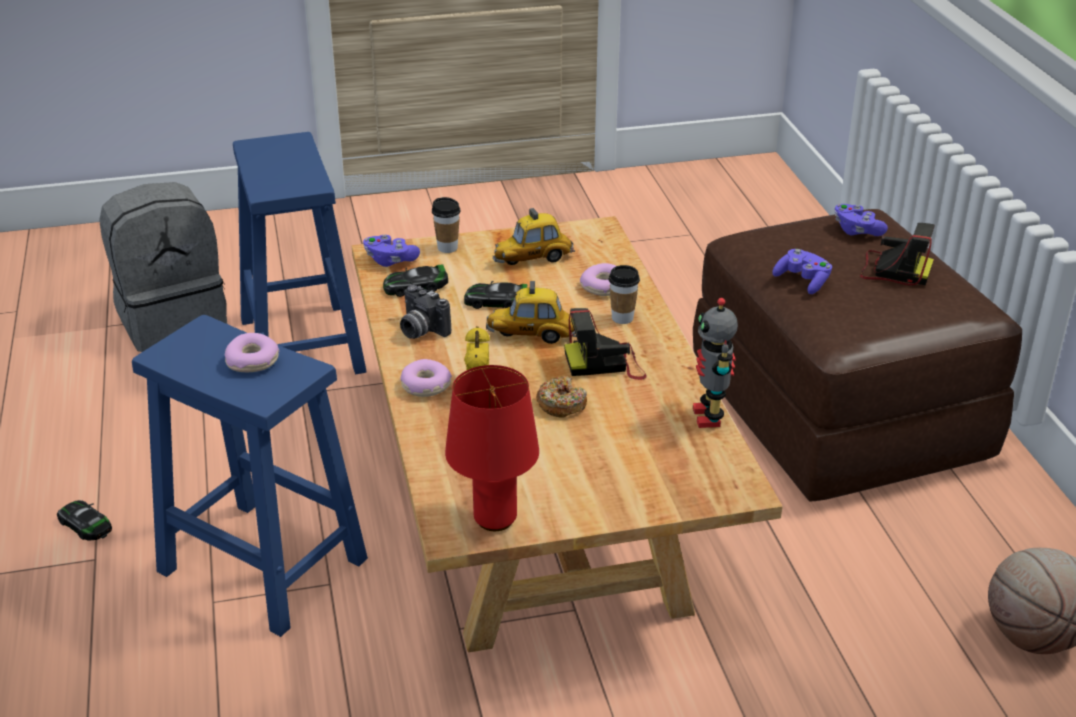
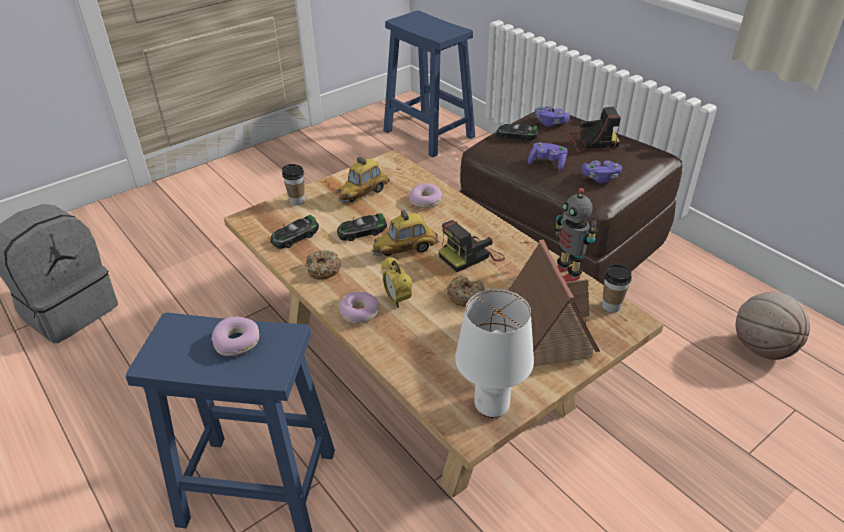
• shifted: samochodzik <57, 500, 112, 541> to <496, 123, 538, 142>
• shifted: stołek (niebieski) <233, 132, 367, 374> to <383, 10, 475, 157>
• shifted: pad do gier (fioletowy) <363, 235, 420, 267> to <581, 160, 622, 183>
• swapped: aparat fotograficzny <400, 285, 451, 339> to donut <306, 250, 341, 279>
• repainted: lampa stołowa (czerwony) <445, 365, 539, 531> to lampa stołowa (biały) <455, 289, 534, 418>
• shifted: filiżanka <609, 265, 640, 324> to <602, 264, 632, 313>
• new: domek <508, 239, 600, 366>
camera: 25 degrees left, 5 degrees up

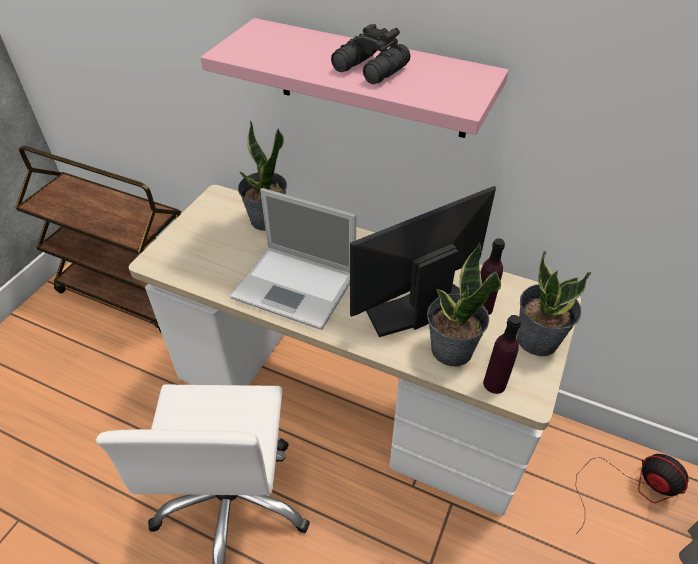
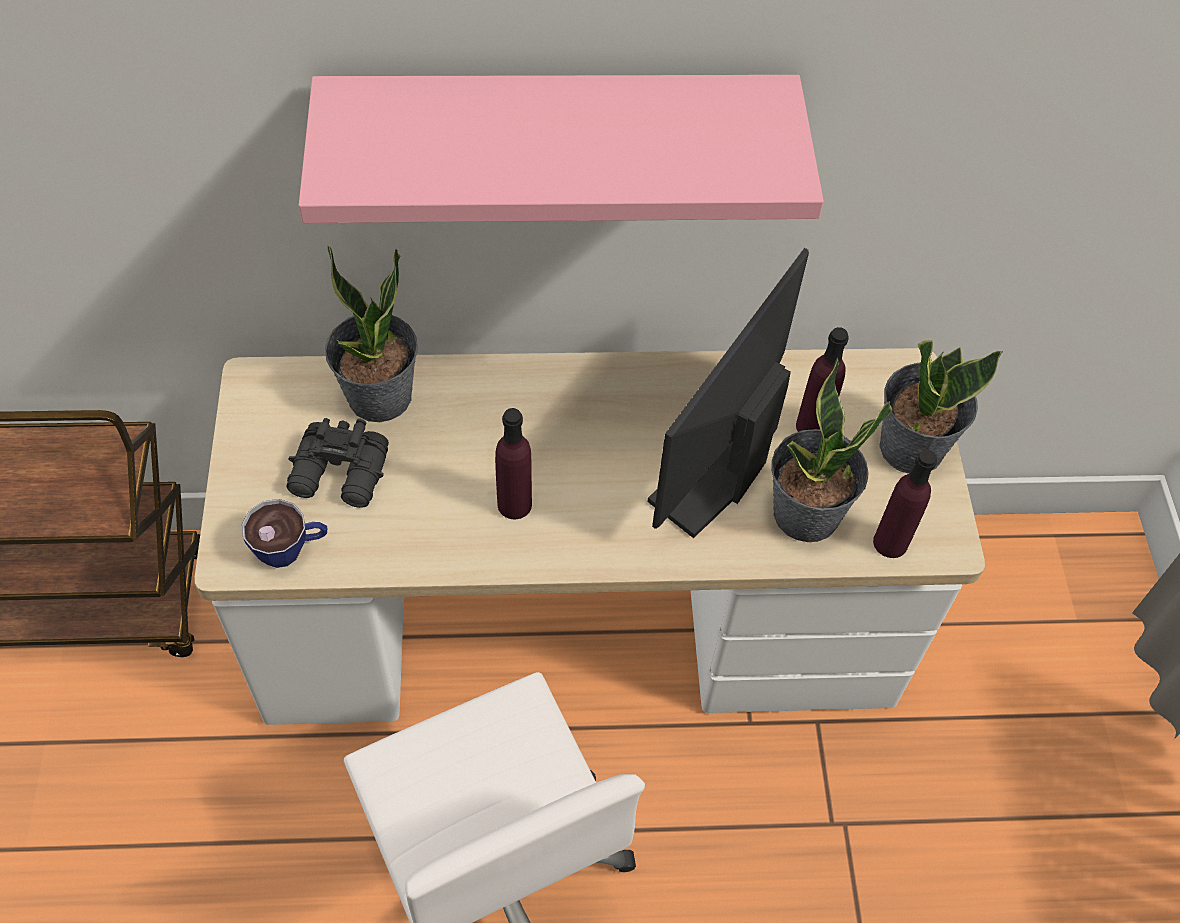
• swapped: laptop <230, 188, 356, 330> to butelka (fioletowy) <495, 408, 532, 519>
• shifted: lornetka (czarny) <331, 24, 410, 84> to <286, 418, 389, 508>
• gone: wentylator <576, 454, 688, 534>
• new: filiżanka <242, 499, 327, 568>
camera: 30 degrees left, 10 degrees up

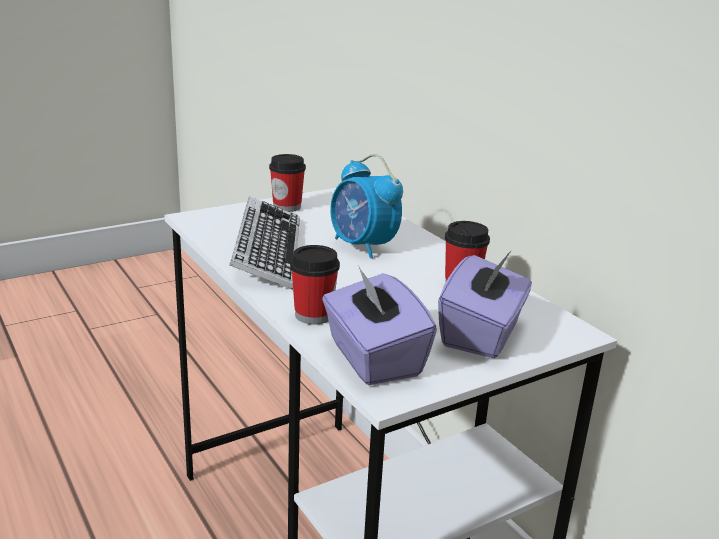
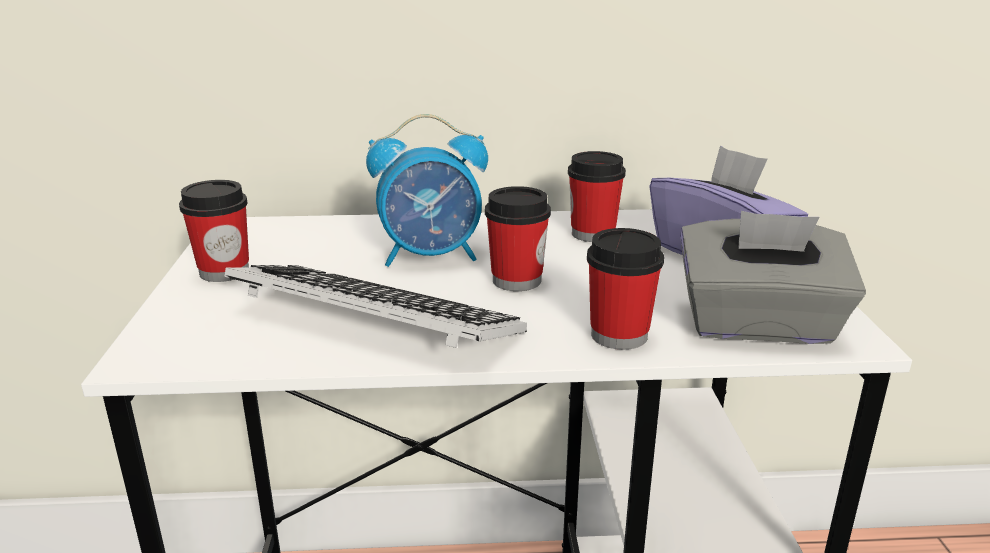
• repainted: pudełko chusteczek (fioletowy) <322, 265, 437, 385> to pudełko chusteczek (szary) <680, 211, 866, 344>
• new: filiżanka <485, 186, 551, 291>
camera: 60 degrees left, 0 degrees up

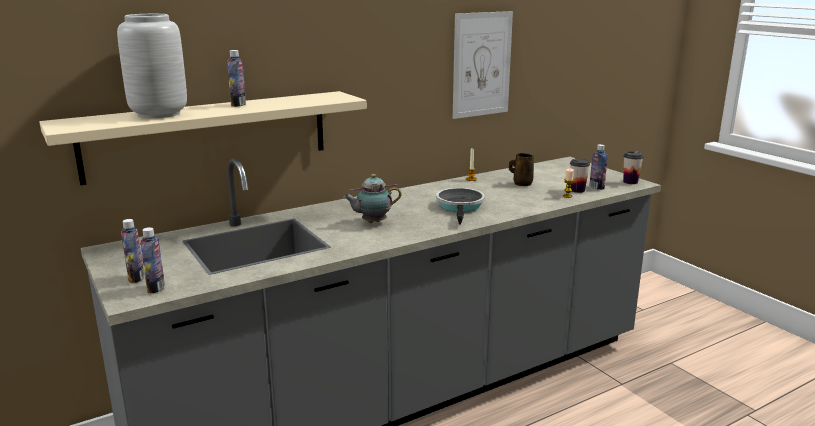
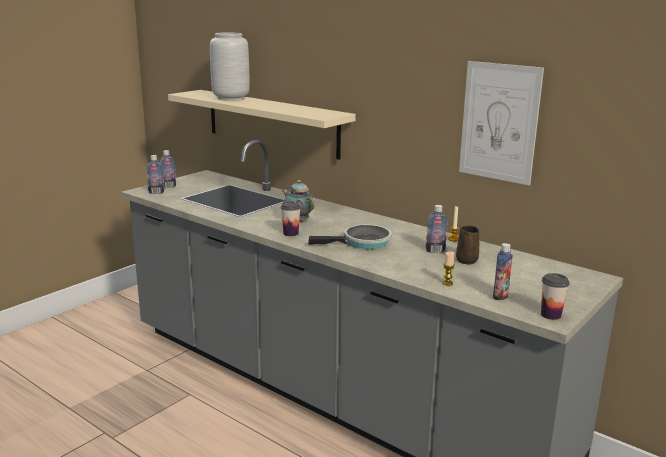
• shifted: butelka <227, 50, 246, 107> to <426, 205, 448, 253>
• shifted: filiżanka <570, 158, 590, 193> to <281, 201, 301, 236>
camera: 70 degrees right, 0 degrees up

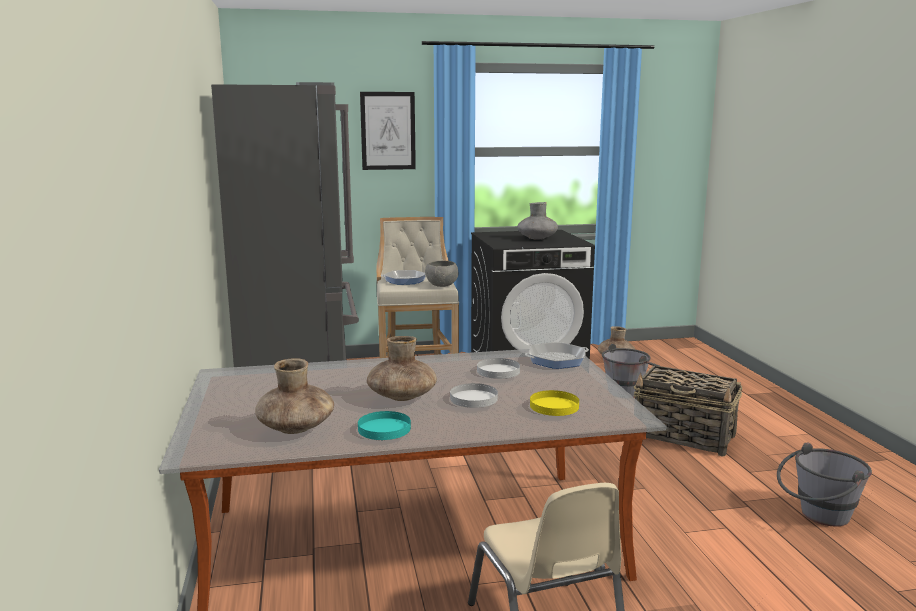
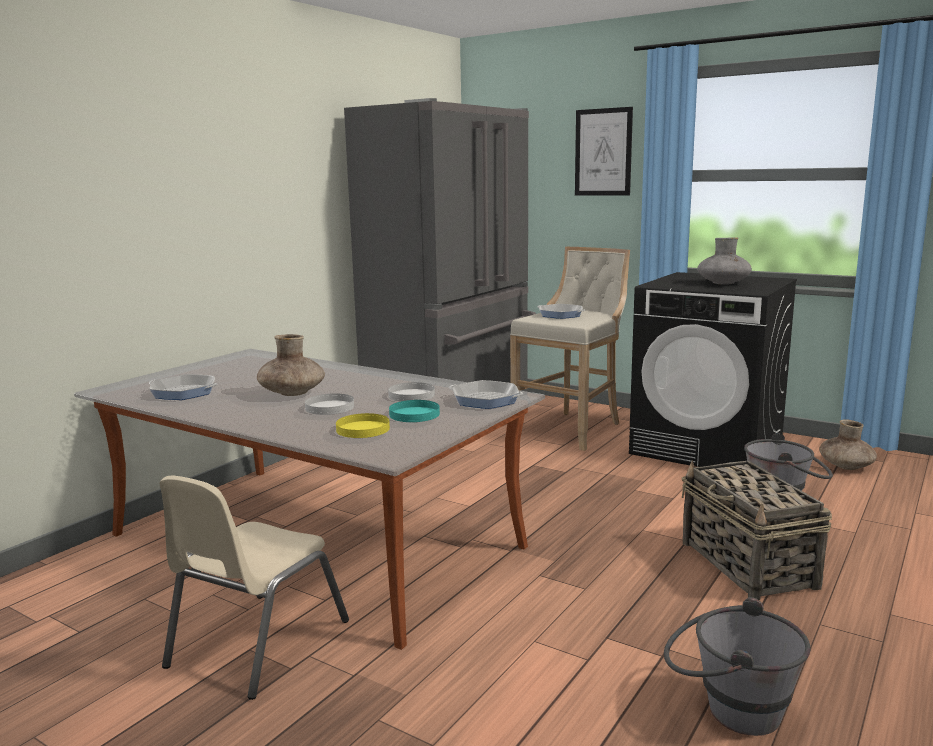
• swapped: wazon (brązowy) <255, 358, 334, 434> to patelnia <149, 374, 217, 400>
• shifted: talerz (turkusowy) <358, 411, 411, 440> to <389, 400, 440, 422>
• gone: miska (szary) <425, 261, 458, 287>
camera: 45 degrees right, 0 degrees up

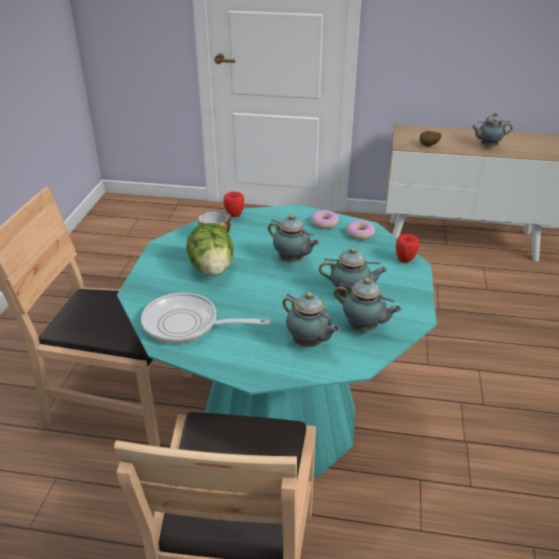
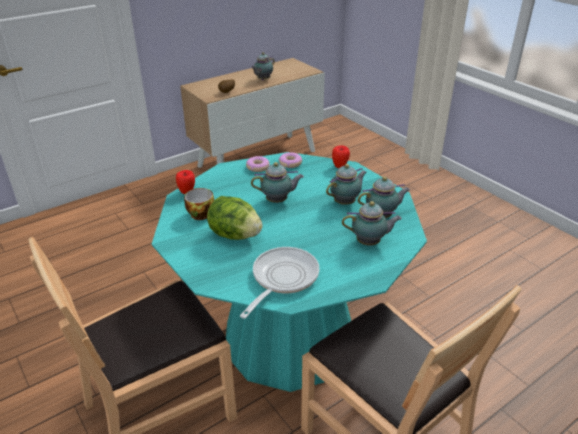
• rotated: patelnia <141, 293, 270, 343> = <240, 247, 319, 319> 150 degrees clockwise
camera: 45 degrees left, 0 degrees up

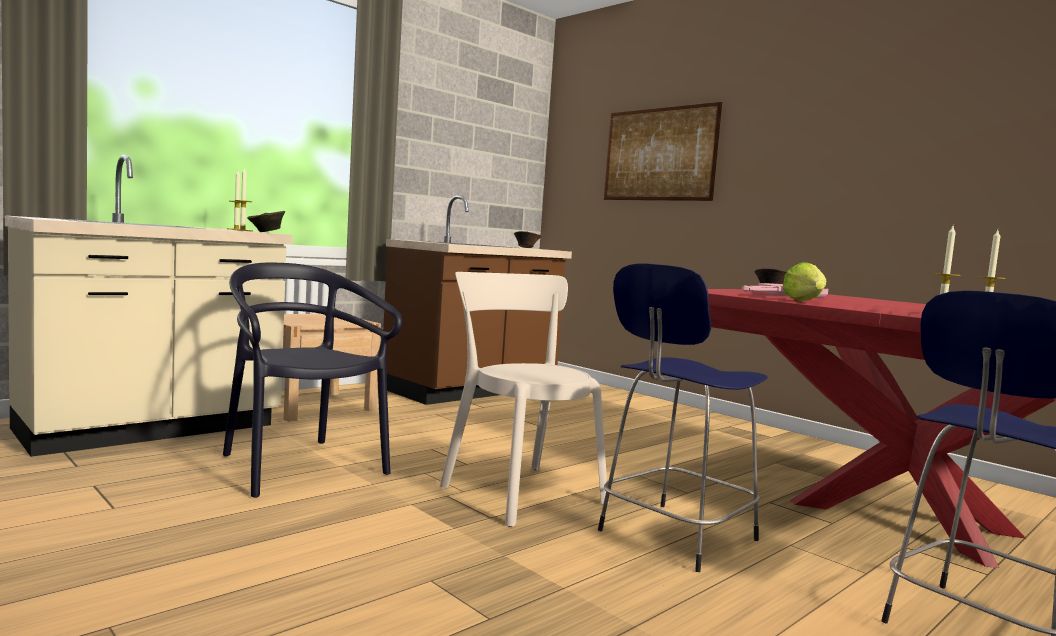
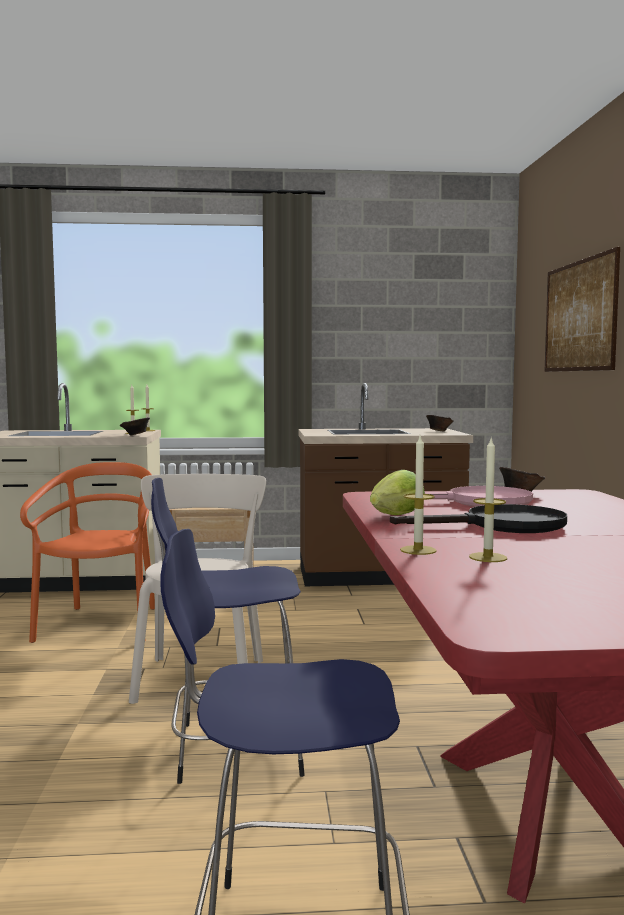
• repainted: krzesło (czarny) <223, 263, 402, 498> to krzesło (pomarańczowy) <20, 462, 155, 643>
• new: patelnia (czarny) <390, 504, 567, 533>
camera: 40 degrees right, 0 degrees up

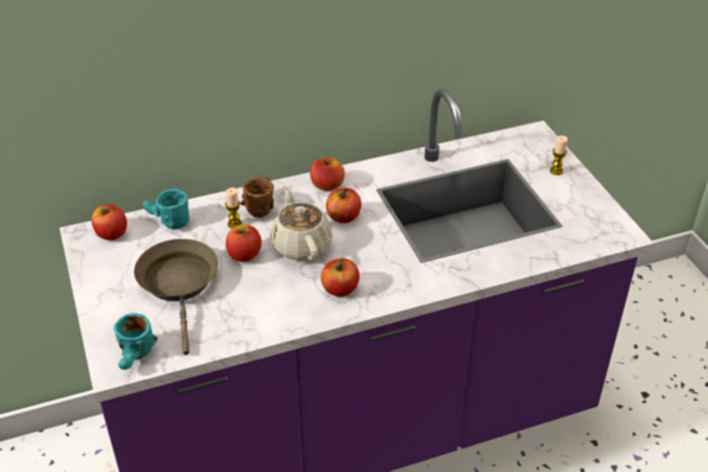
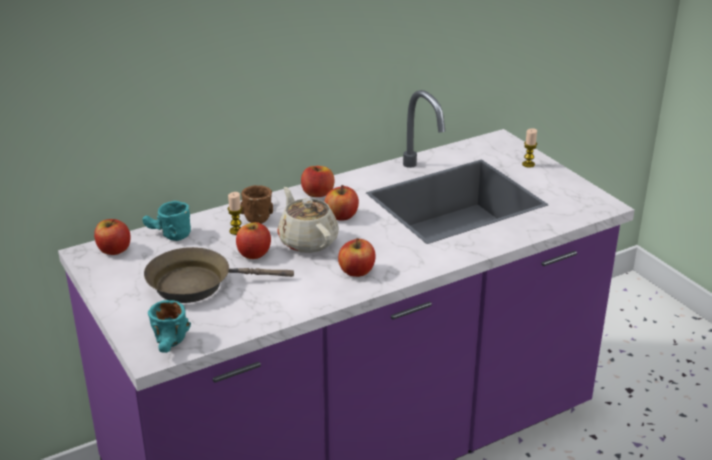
• rotated: patelnia (brązowy) <134, 239, 218, 355> = <144, 247, 294, 303> 75 degrees counterclockwise
camera: 10 degrees left, 10 degrees down

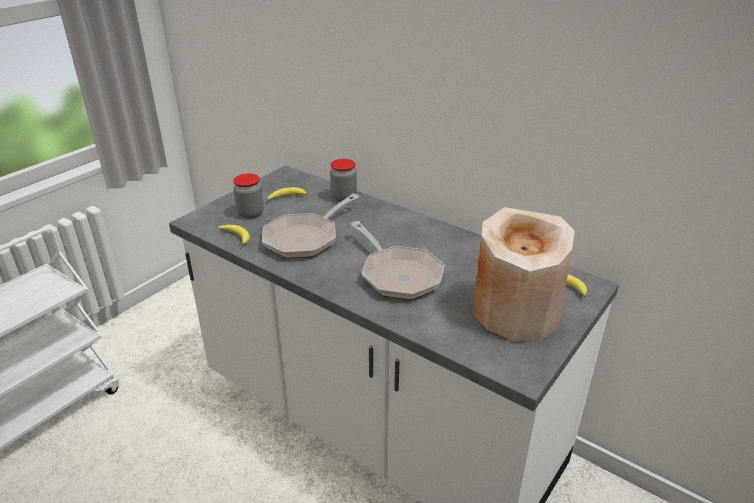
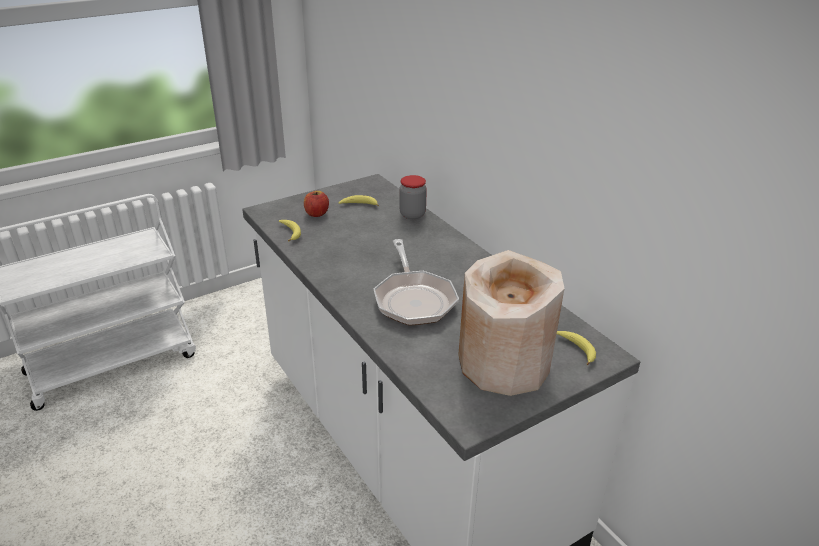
• swapped: słoik <233, 173, 264, 219> to jabłko <304, 191, 329, 217>
• gone: patelnia <262, 194, 359, 258>
camera: 20 degrees right, 0 degrees up

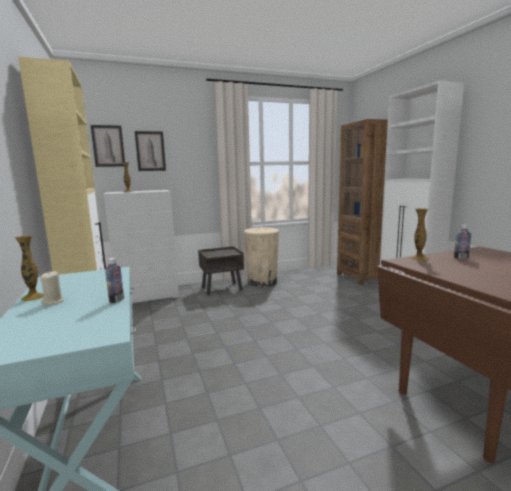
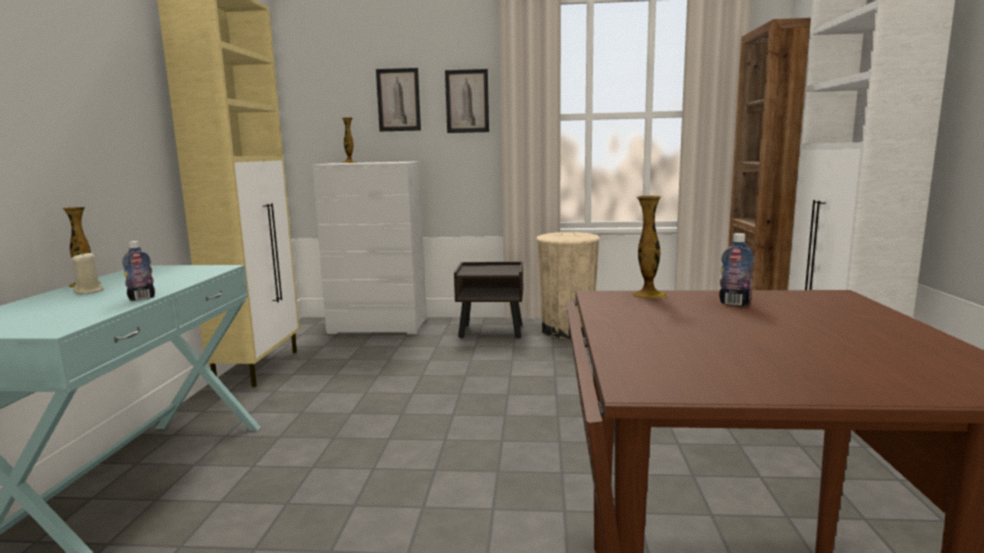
• shifted: obraz <91, 125, 125, 167> to <445, 69, 489, 133>
camera: 25 degrees right, 0 degrees up

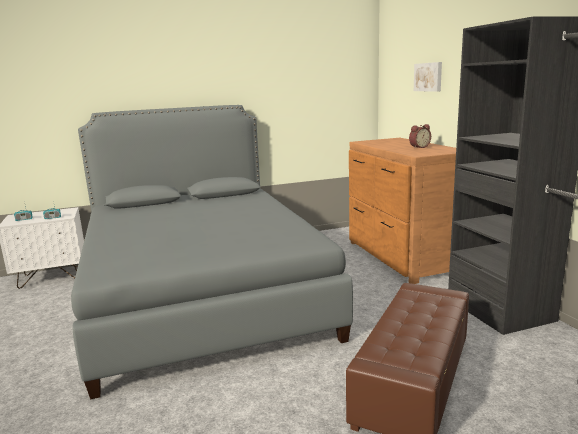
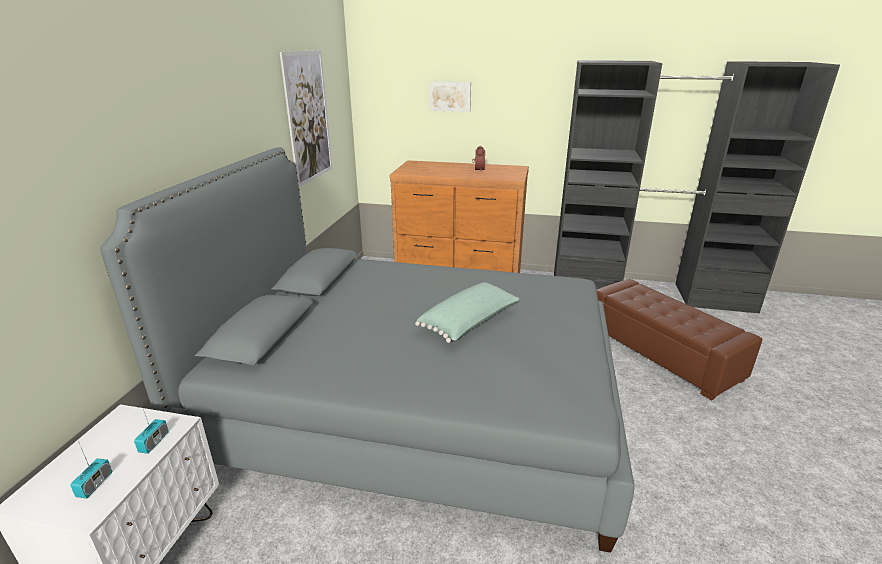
• new: obraz <280, 50, 333, 187>
• new: poduszka (zielony) <415, 282, 519, 343>
camera: 60 degrees left, 10 degrees up

